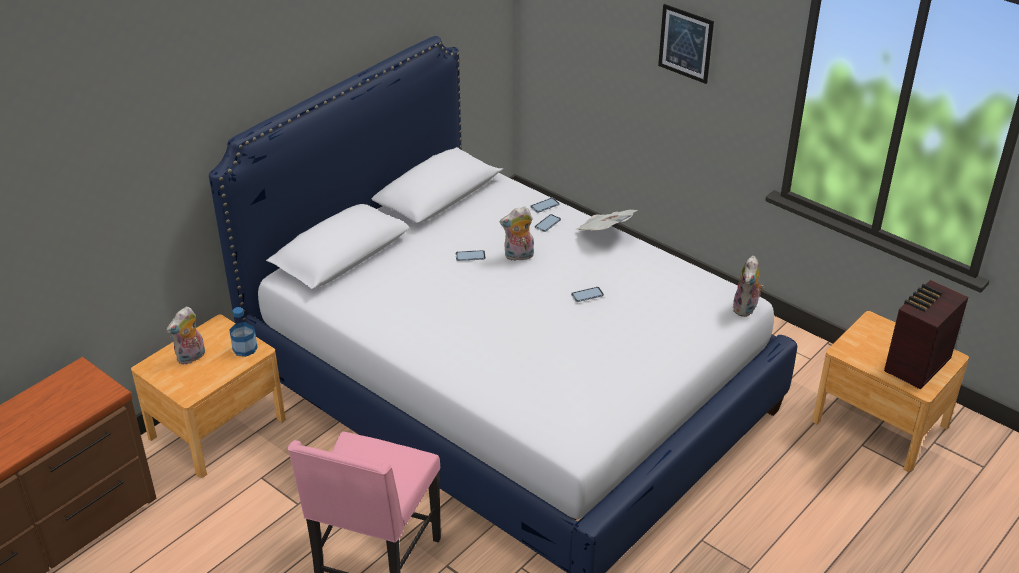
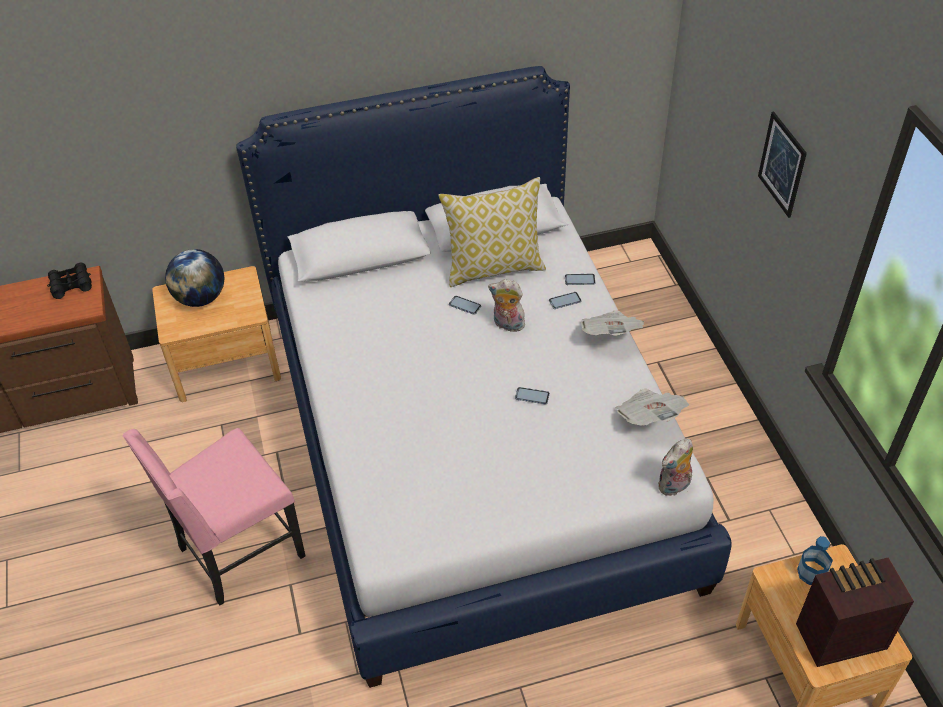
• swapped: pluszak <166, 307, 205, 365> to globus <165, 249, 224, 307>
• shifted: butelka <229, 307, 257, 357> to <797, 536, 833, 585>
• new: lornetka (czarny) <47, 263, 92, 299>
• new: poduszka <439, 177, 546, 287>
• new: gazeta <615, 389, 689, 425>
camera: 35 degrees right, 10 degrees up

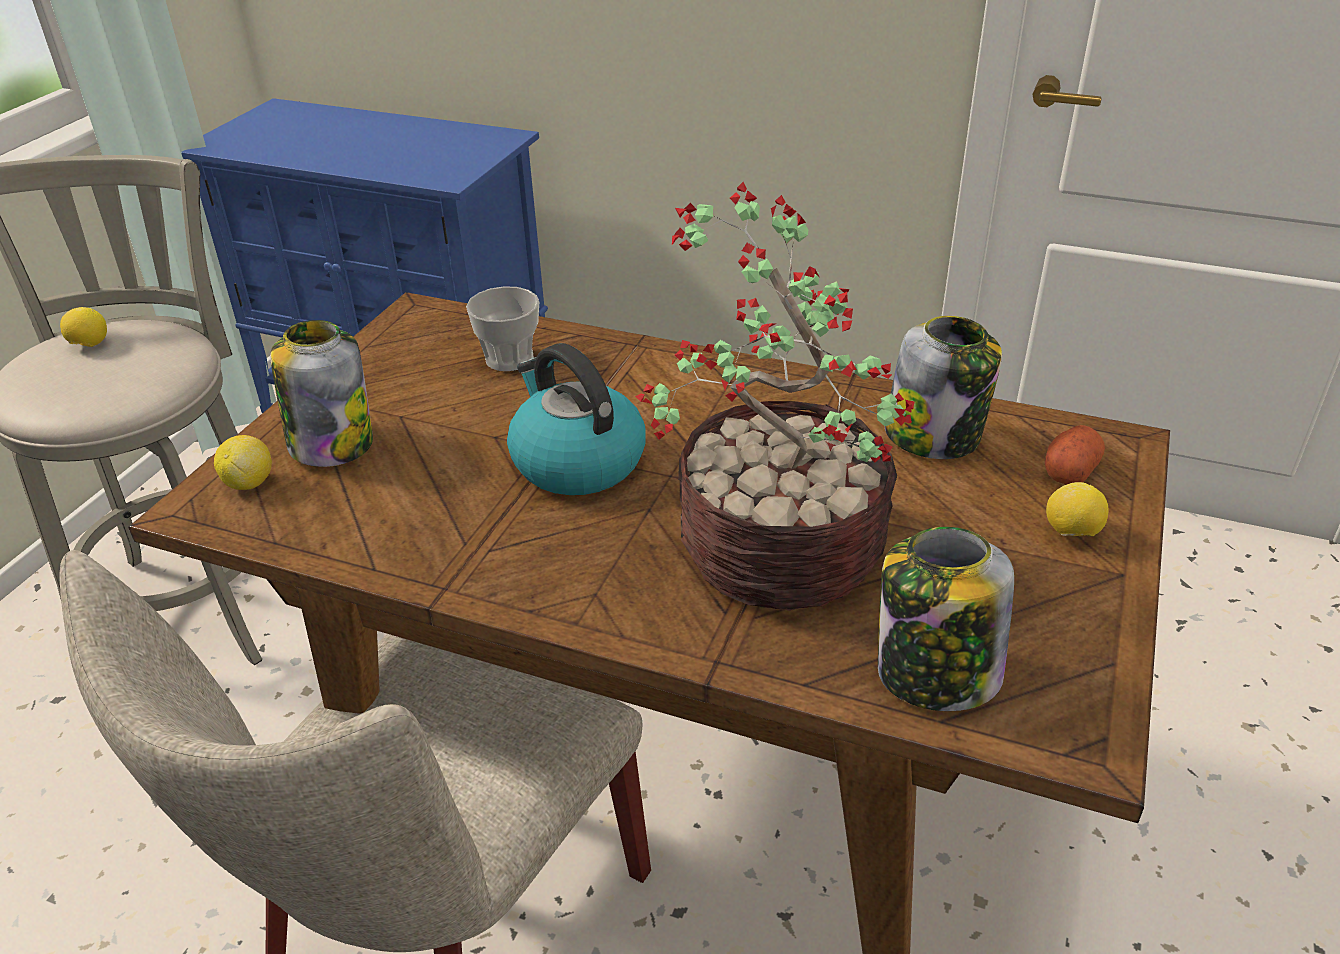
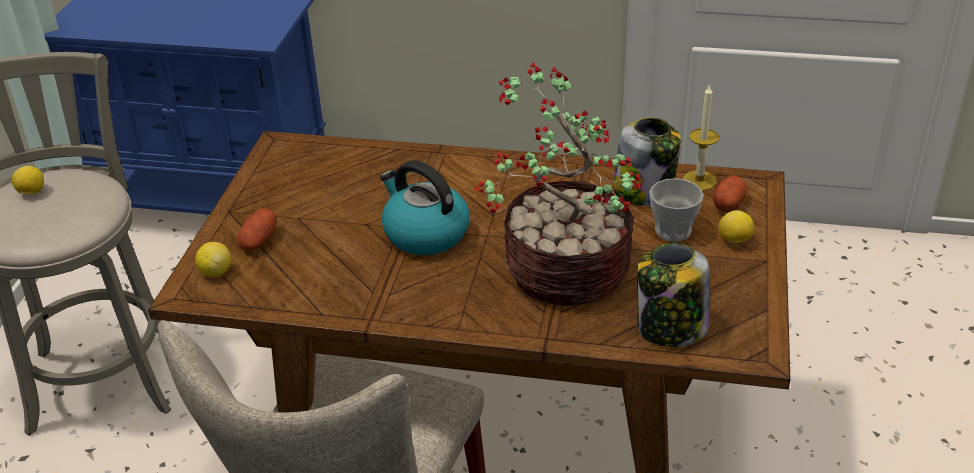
• swapped: słoik <270, 320, 373, 467> to ziemniak <237, 208, 277, 250>
• shifted: filiżanka <466, 286, 539, 371> to <649, 178, 704, 242>
• new: świeca <683, 84, 719, 191>
camera: 10 degrees left, 0 degrees up

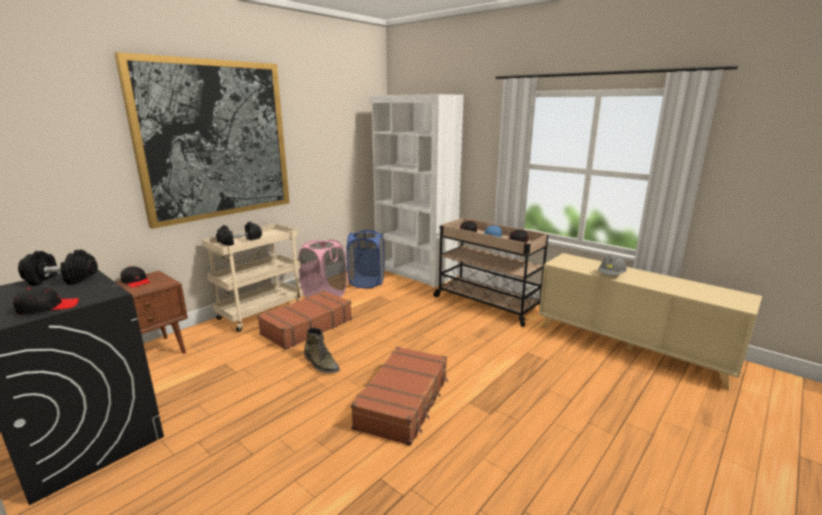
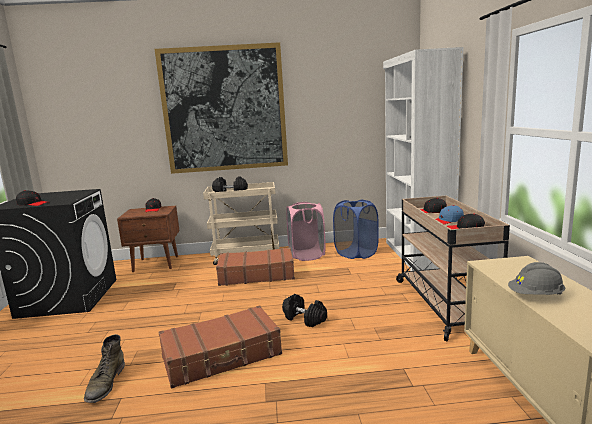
• shifted: hantel (czarny) <18, 250, 98, 286> to <282, 294, 327, 327>
• shifted: but z cholewką (zielony) <304, 328, 340, 373> to <84, 334, 125, 403>
camera: 45 degrees right, 5 degrees down

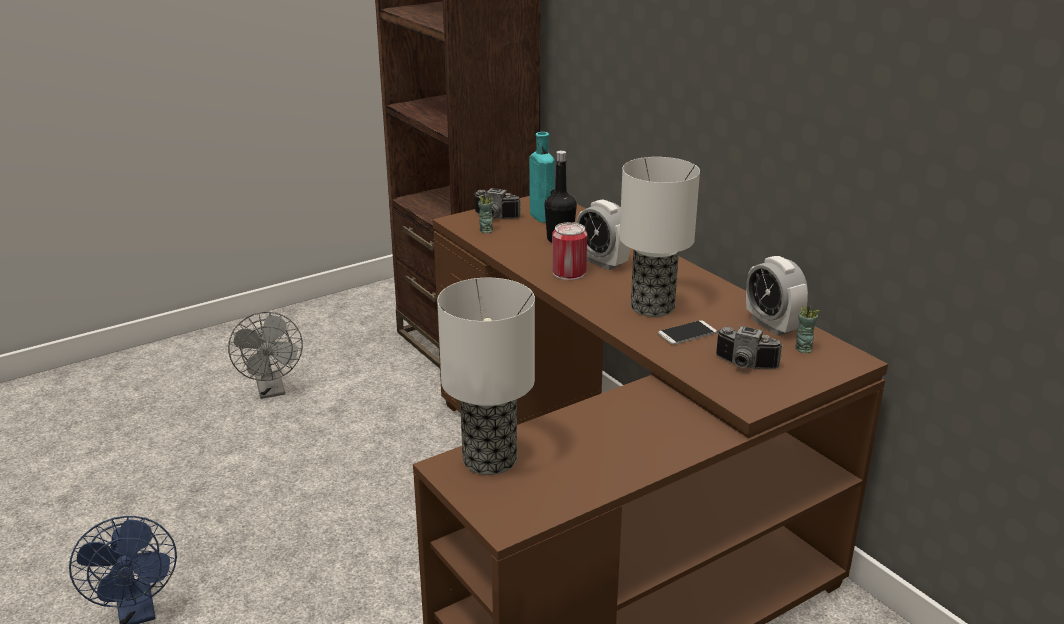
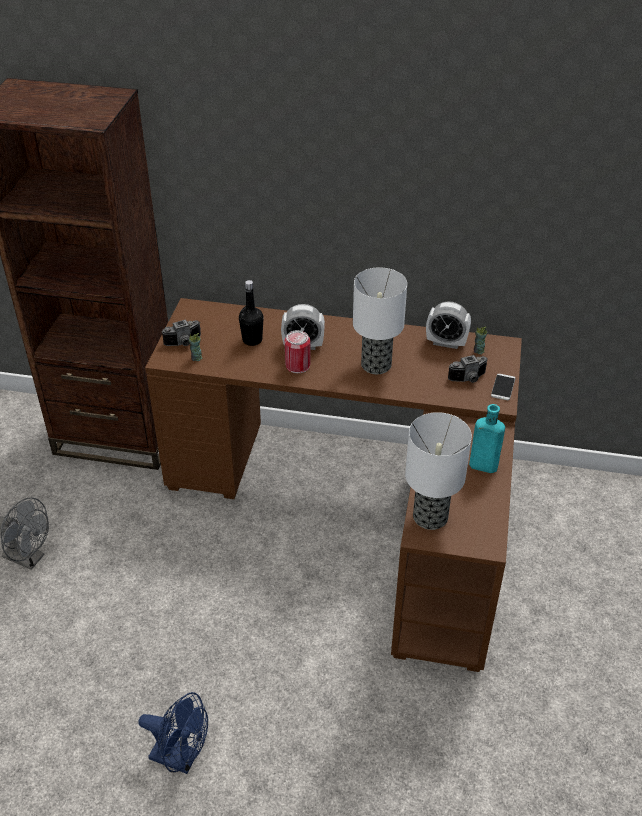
• shifted: butelka (turkusowy) <529, 132, 555, 223> to <469, 404, 505, 473>
• shifted: telefon <658, 320, 717, 345> to <491, 374, 515, 400>
camera: 45 degrees left, 15 degrees up

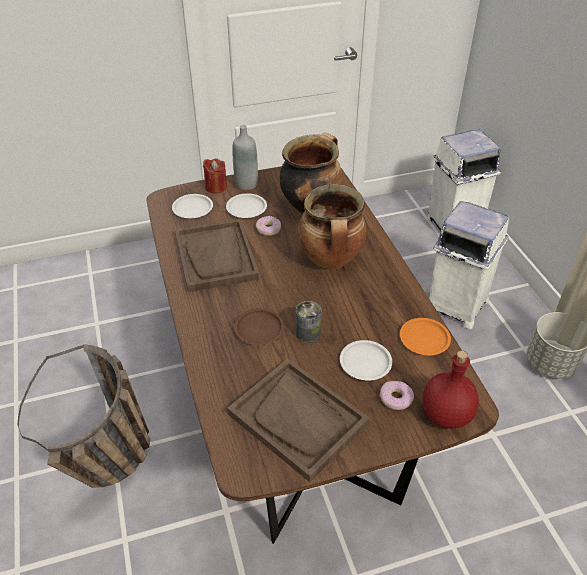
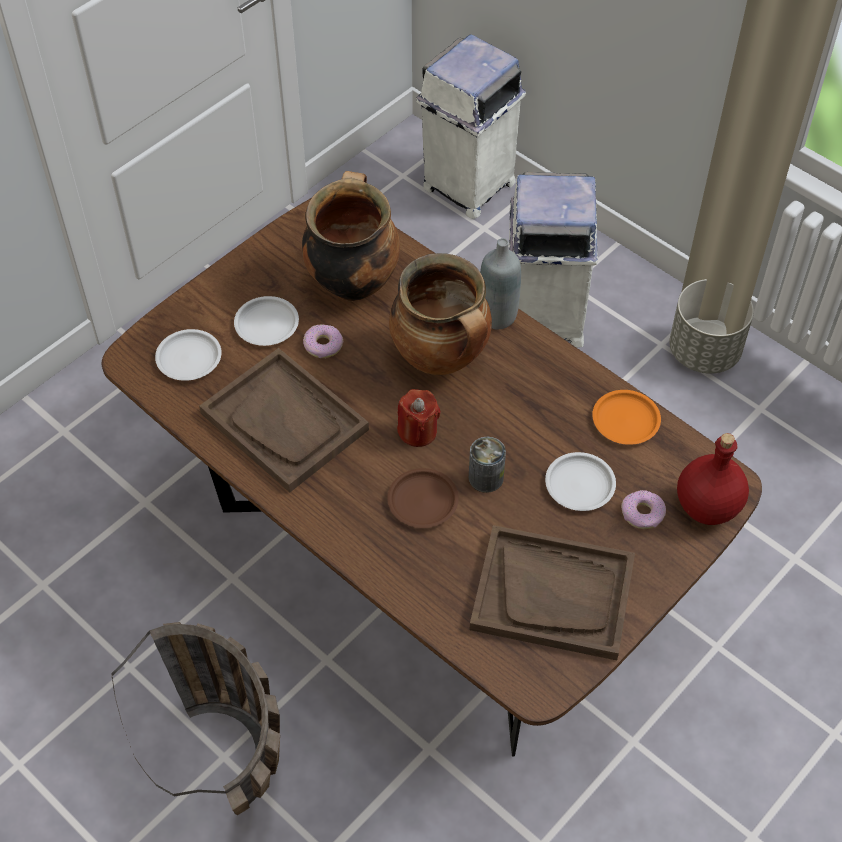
• shifted: świeca (czerwony) <203, 158, 227, 193> to <397, 389, 441, 447>
• shifted: butelka (szary) <232, 125, 258, 190> to <480, 238, 521, 329>
camera: 30 degrees left, 10 degrees up

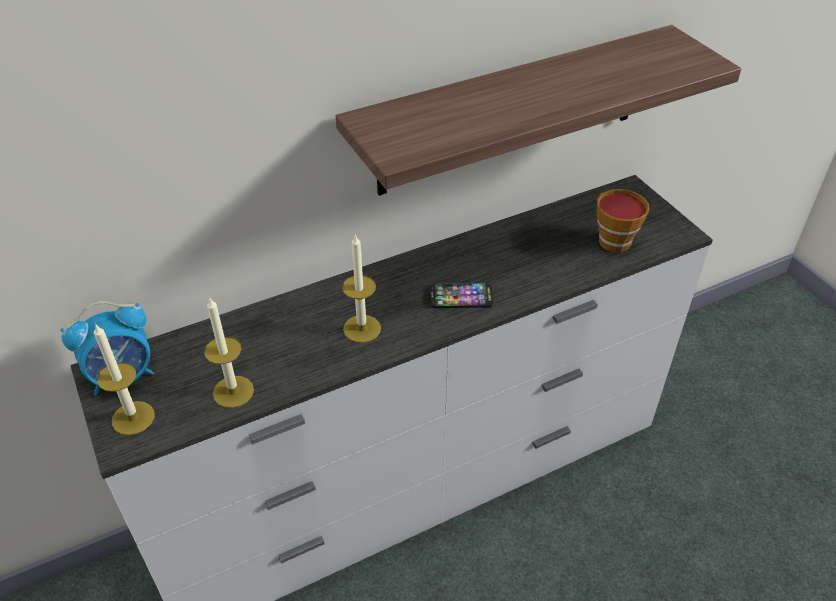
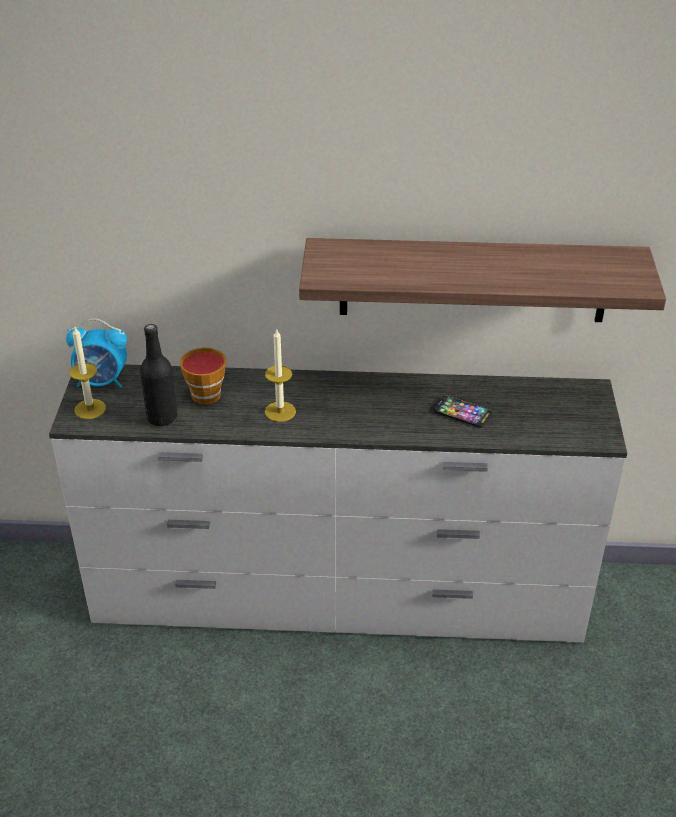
• swapped: świeca <204, 298, 254, 408> to butelka (czarny) <140, 324, 178, 426>
• shifted: telefon <429, 283, 494, 308> to <433, 395, 492, 428>
• shifted: filiżanka <597, 189, 649, 252> to <180, 347, 226, 405>
camera: 30 degrees right, 5 degrees down

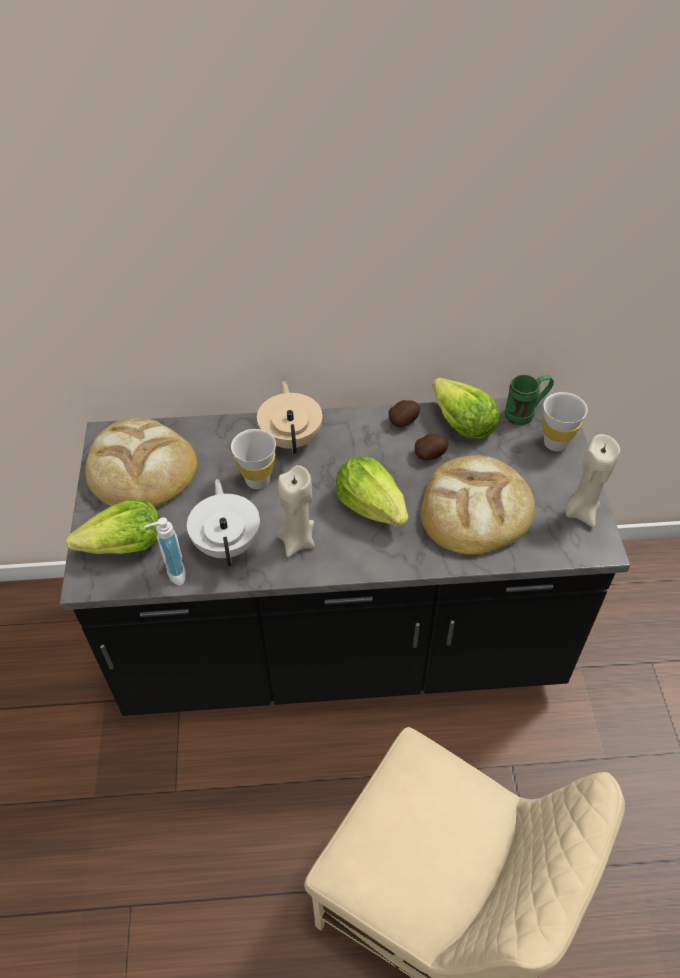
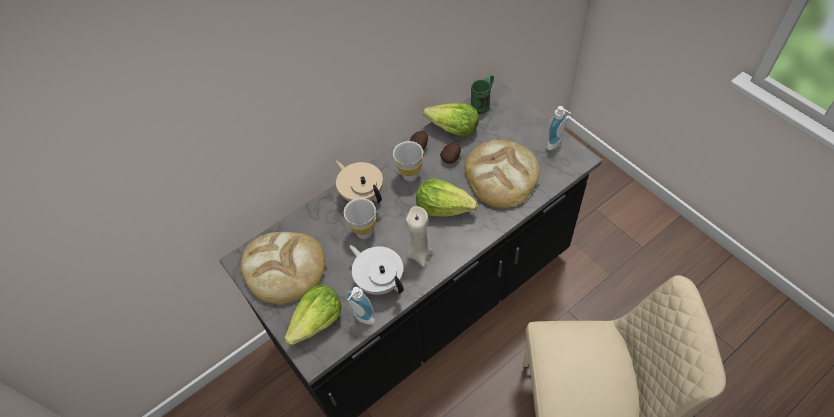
• shifted: filiżanka (biały) <542, 392, 588, 451> to <393, 141, 423, 181>
• swapped: świeca (beżowy) <565, 434, 620, 527> to dozownik mydła <547, 106, 570, 150>
camera: 30 degrees left, 5 degrees up

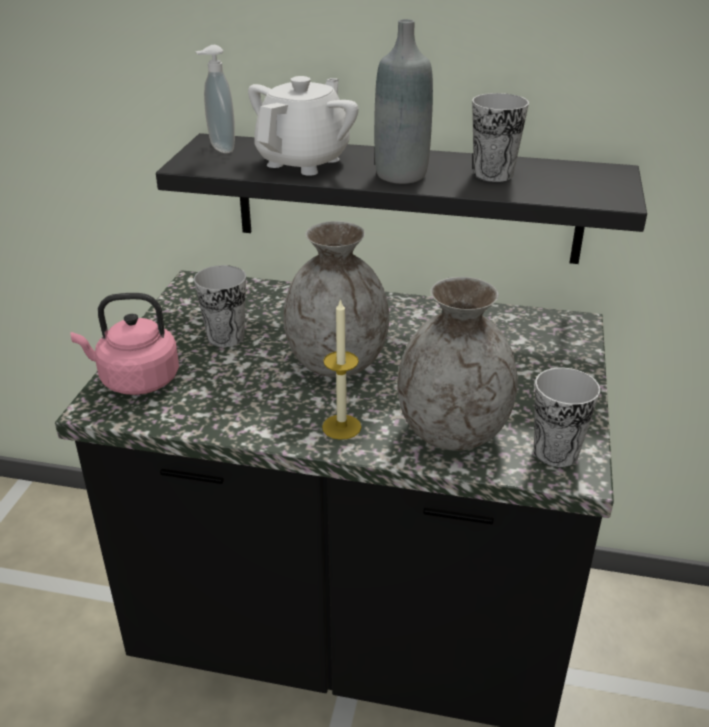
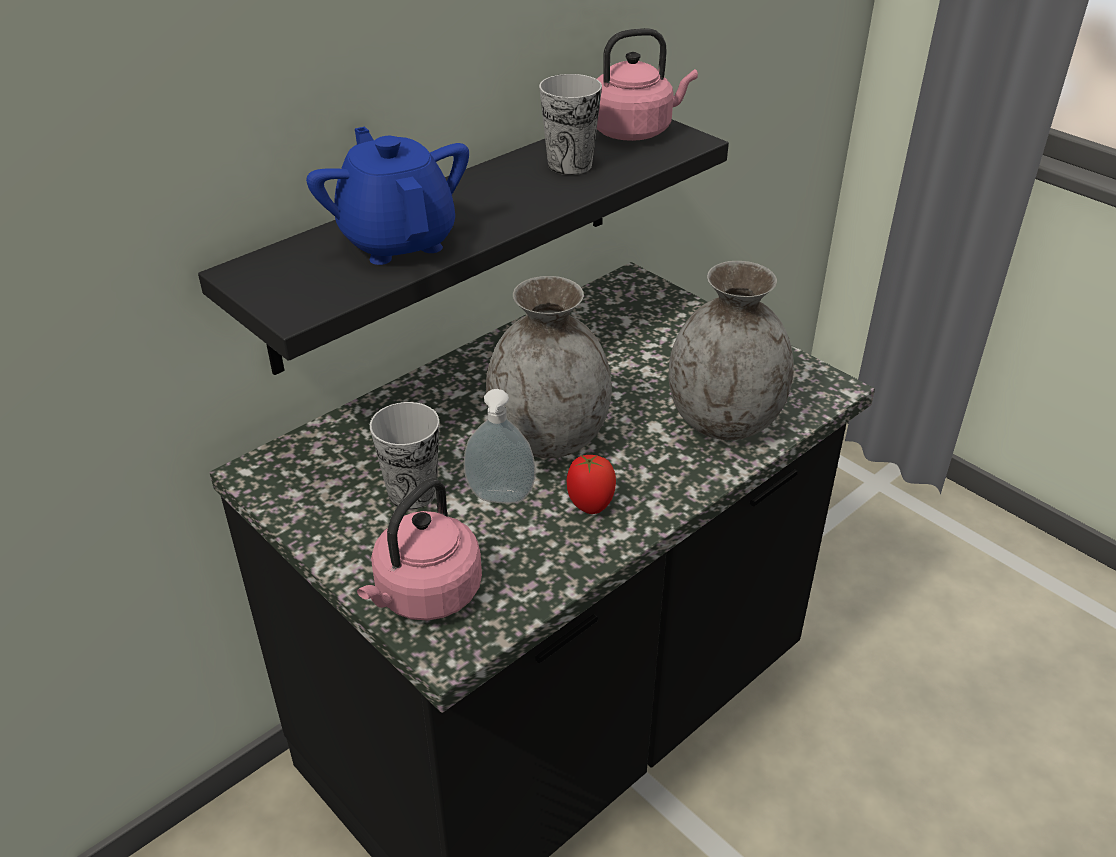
• shifted: dozownik mydła <195, 45, 235, 153> to <464, 389, 535, 504>
• repainted: imbryk (biały) <248, 76, 359, 176> to imbryk (niebieski) <306, 126, 469, 265>
• gone: świeca <322, 298, 361, 440>
• gone: butelka (szary) <374, 19, 433, 184>
• gone: filiżanka <534, 368, 600, 467>
• new: pomidor <566, 455, 616, 514>
• new: czajnik (różowy) <597, 28, 698, 141>
camera: 55 degrees left, 5 degrees up

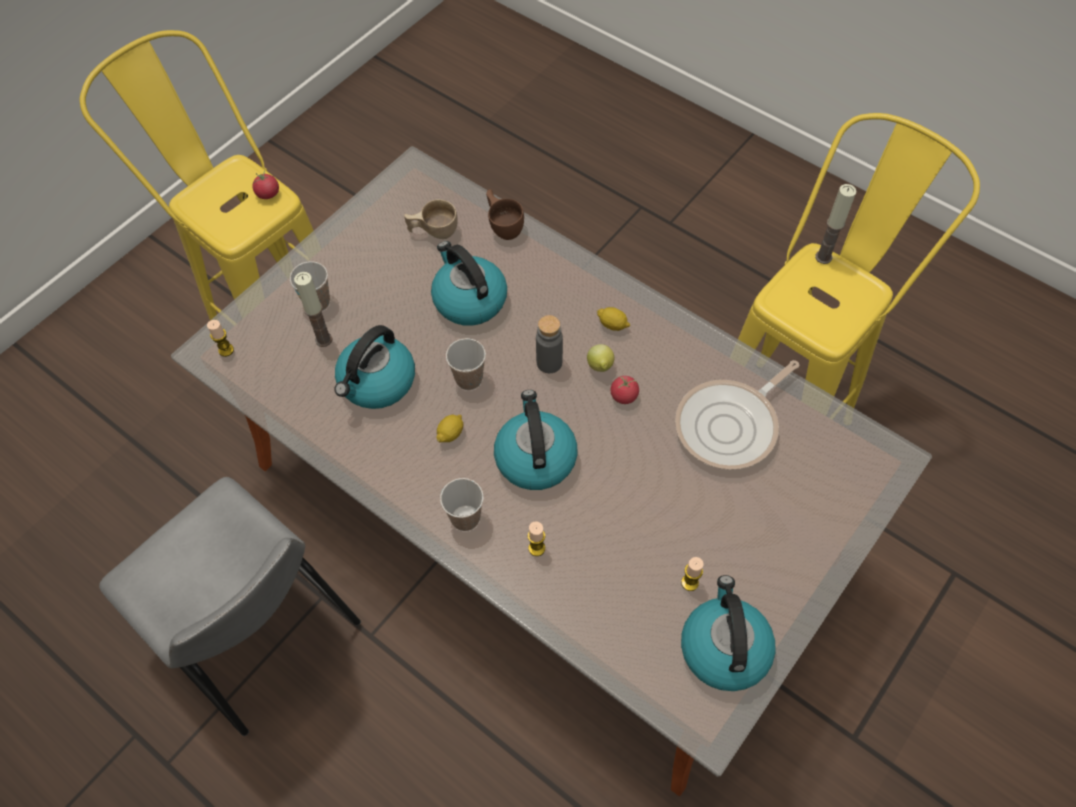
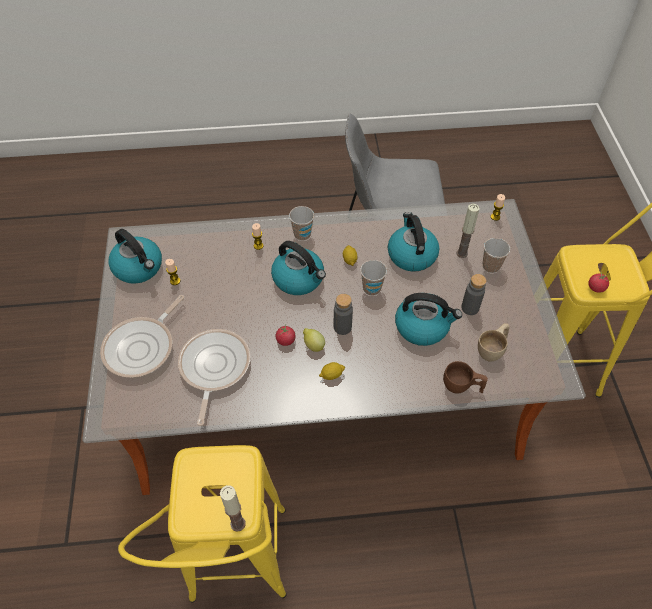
• new: patelnia <100, 295, 184, 378>
• new: butelka (szary) <461, 274, 486, 315>
camera: 135 degrees right, 5 degrees down

